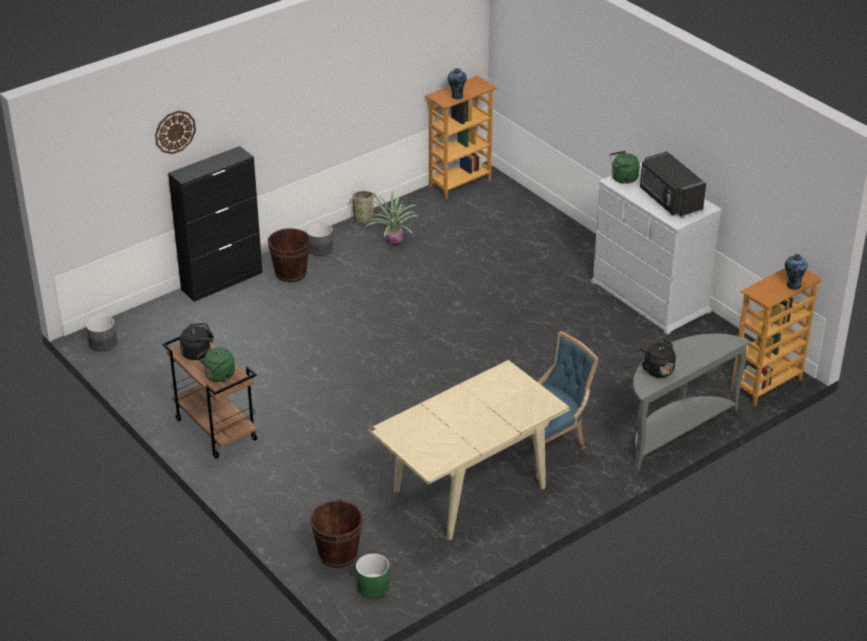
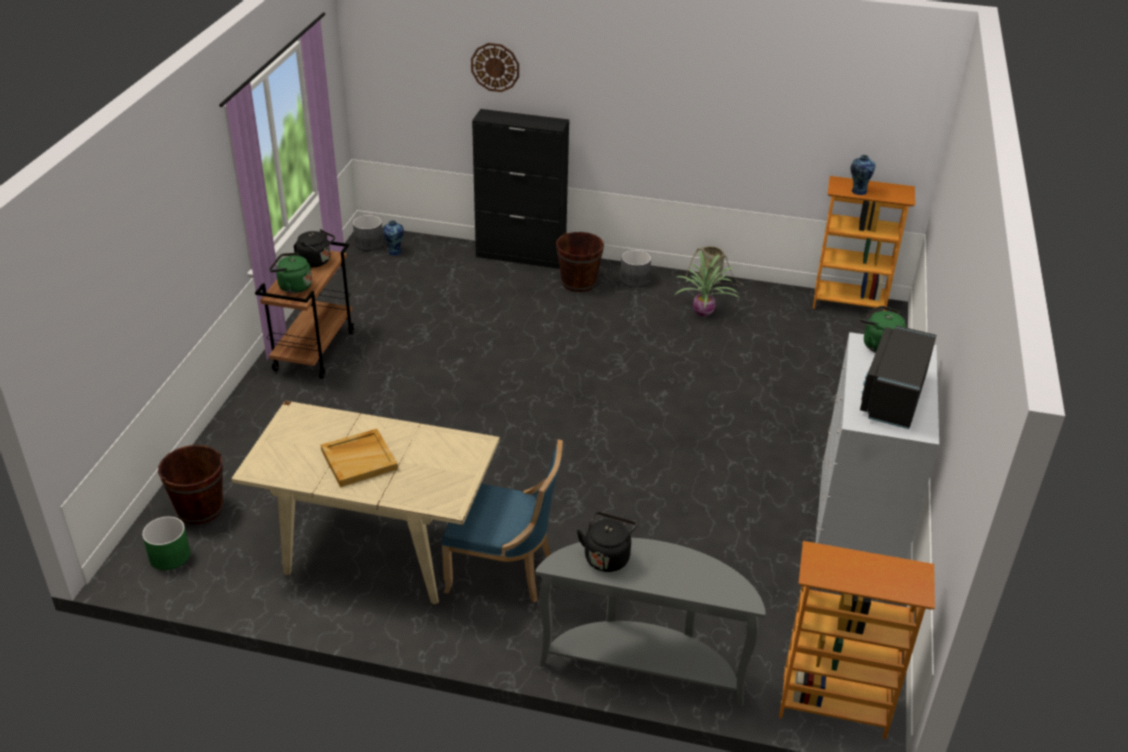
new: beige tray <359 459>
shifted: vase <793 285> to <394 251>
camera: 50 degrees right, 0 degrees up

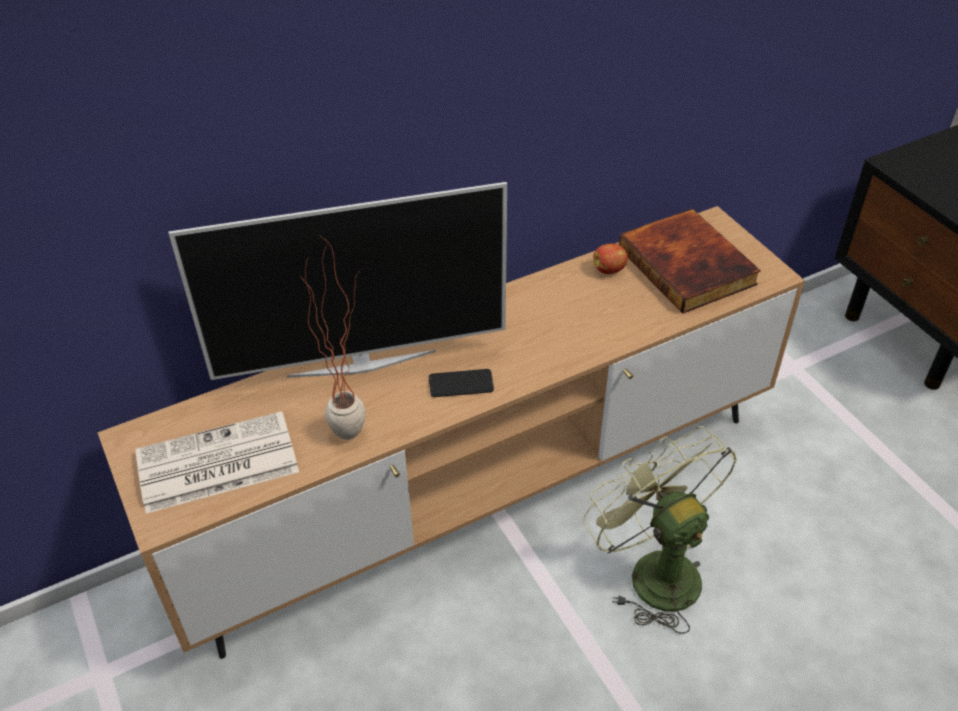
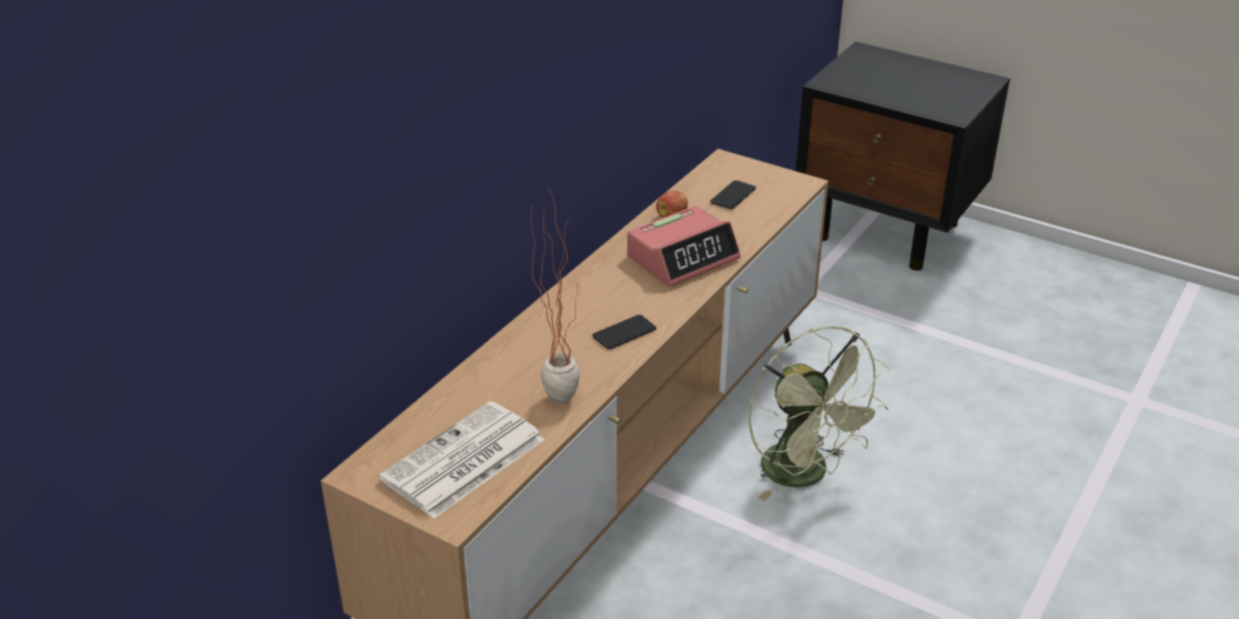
gone: television <361 362>
new: alarm clock <683 257>
swapped: book <689 265> to phone <733 196>
rotated: green fan <653 570> = <805 475> 150 degrees counterclockwise
camera: 30 degrees left, 10 degrees down

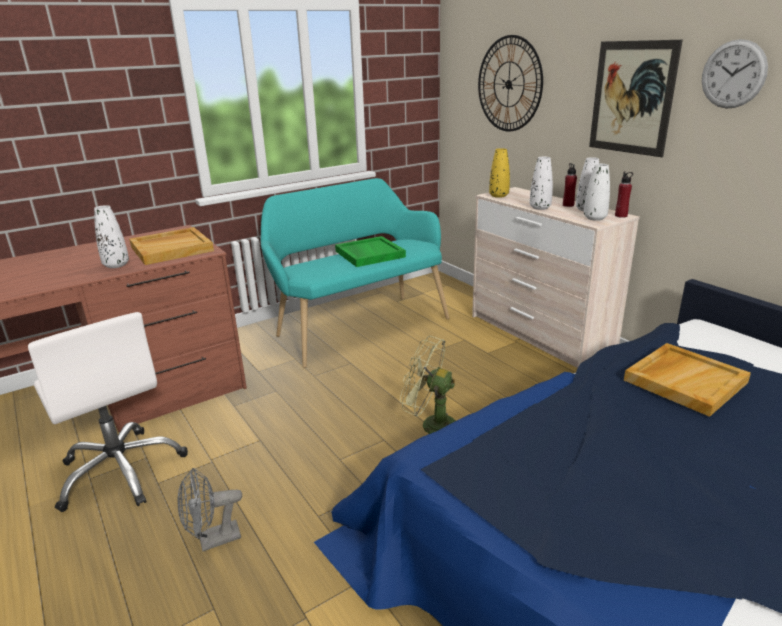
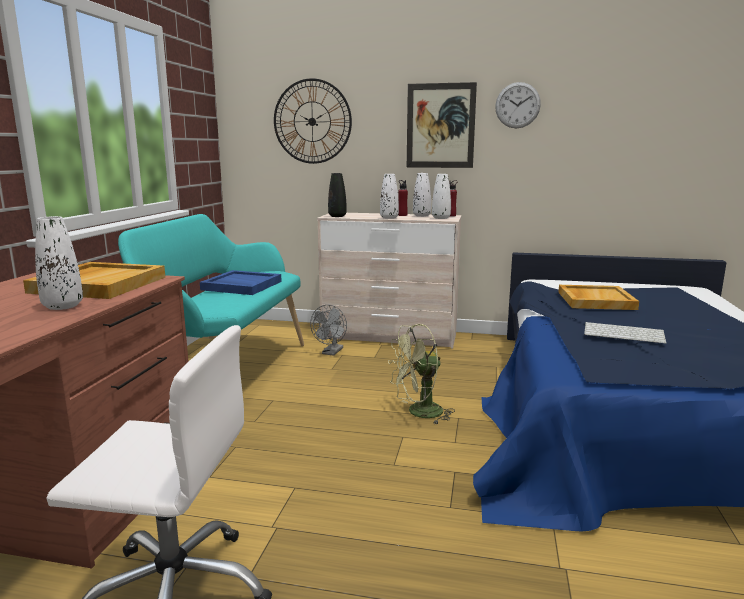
new: keyboard <624 333>
shifted: grey fan <213 540> to <331 352>
repainted: green tray <369 254> to blue tray <241 286>; yellow vase <498 196> to black vase <337 216>
camera: 45 degrees left, 10 degrees down

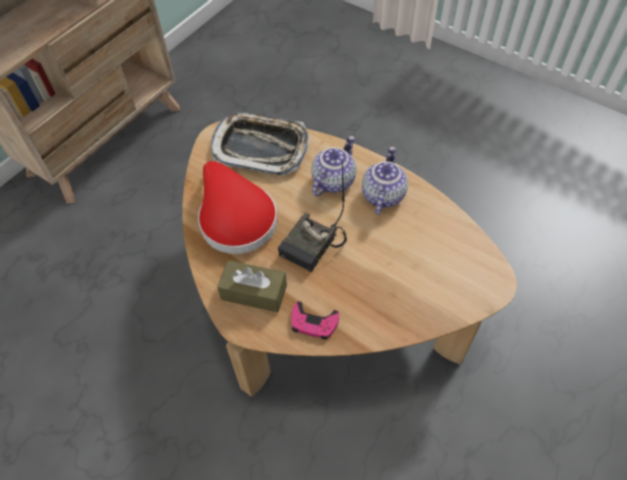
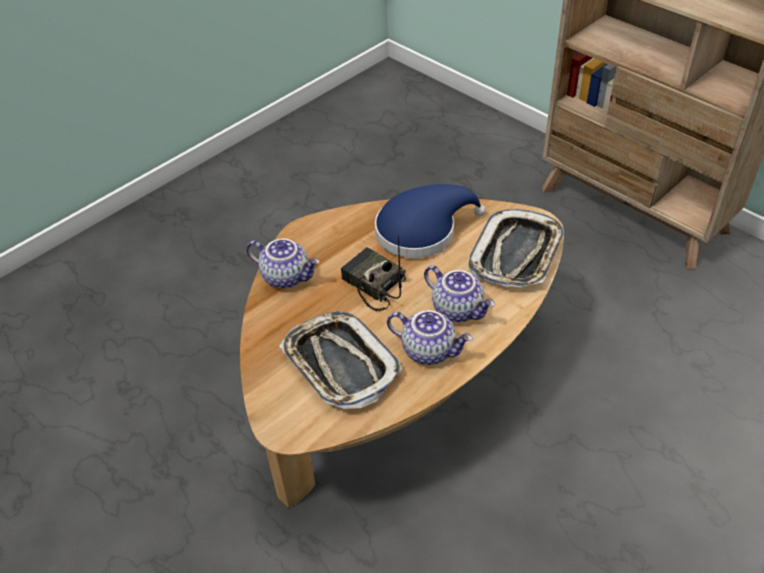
gone: brown tissue box <254 292>
new: tray <340 364>
swapped: pink game controller <313 323> to teapot <287 276>
repainted: red hat <235 218> to blue hat <421 231>
camera: 100 degrees right, 10 degrees down

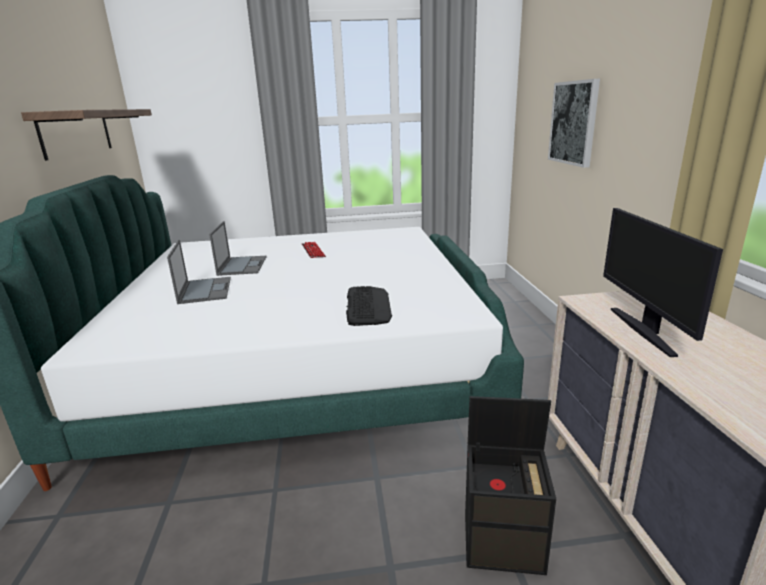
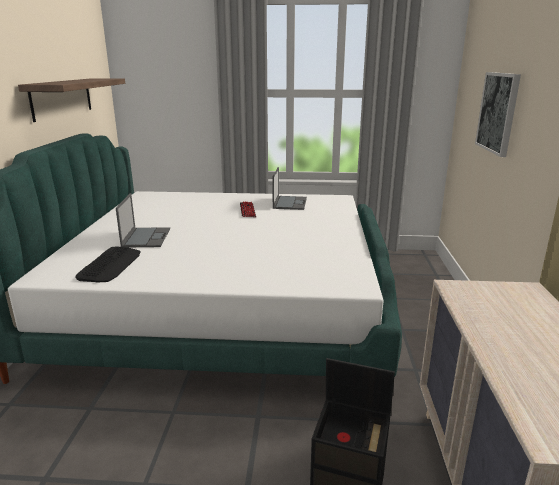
gone: monitor <644 330>
shifted: laptop <242 265> to <290 203>; keyboard <368 306> to <110 265>
camera: 10 degrees right, 0 degrees up

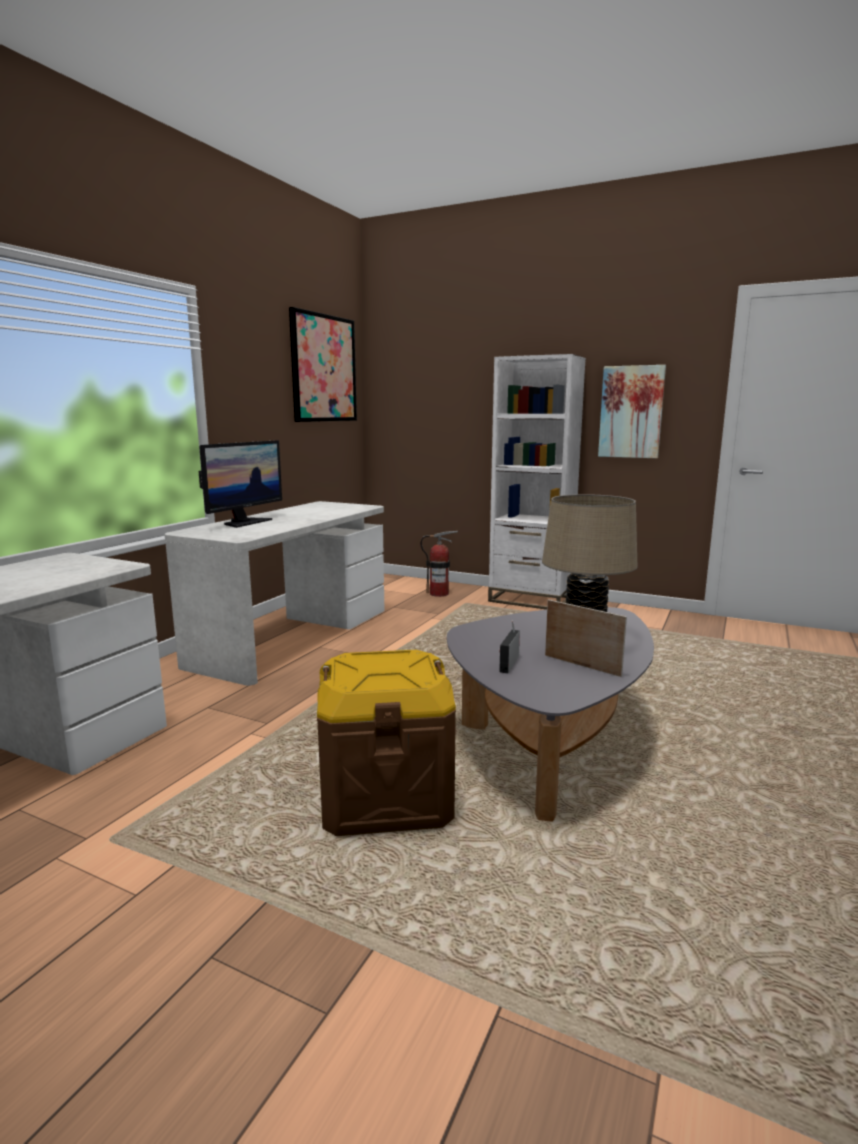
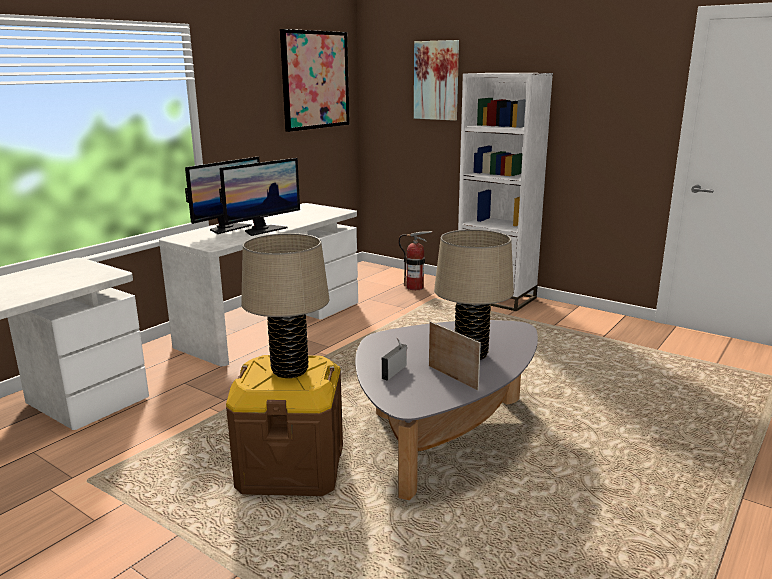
new: monitor <263 230>; beige table lamp <290 371>
shifted: picture <631 412> to <436 80>
camera: 10 degrees right, 5 degrees up

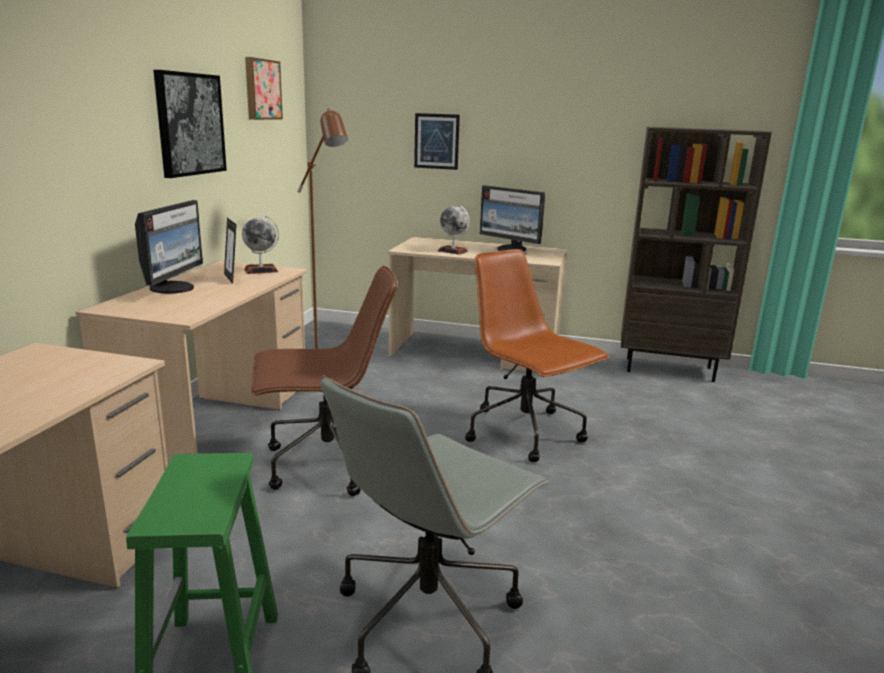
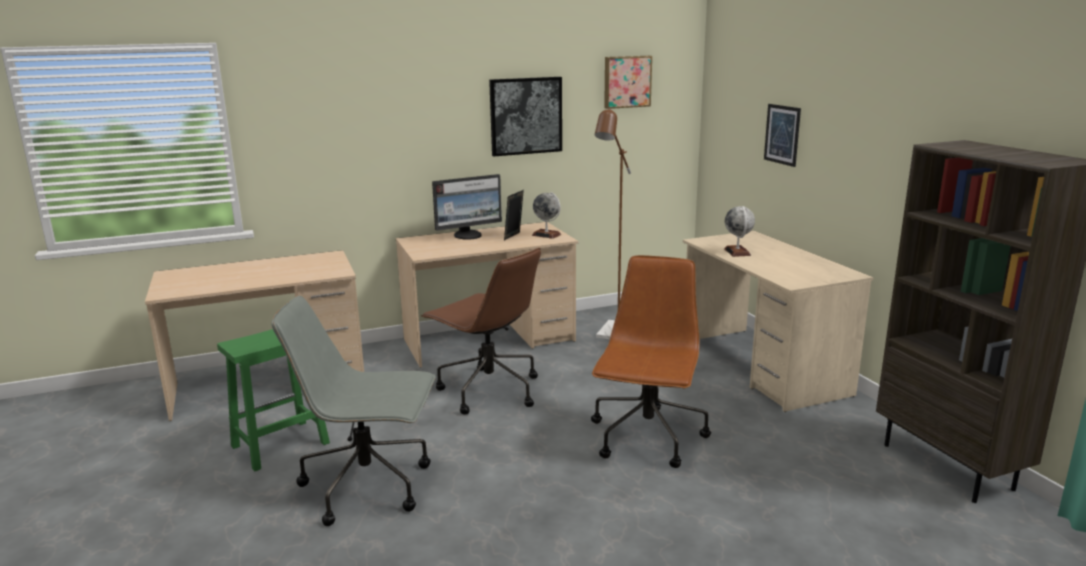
gone: monitor <511 249>
camera: 55 degrees right, 0 degrees up

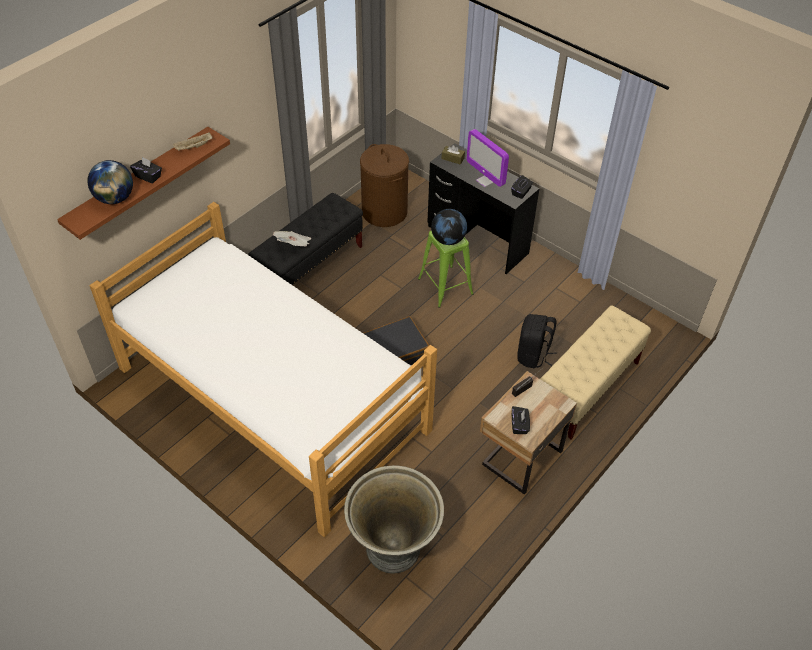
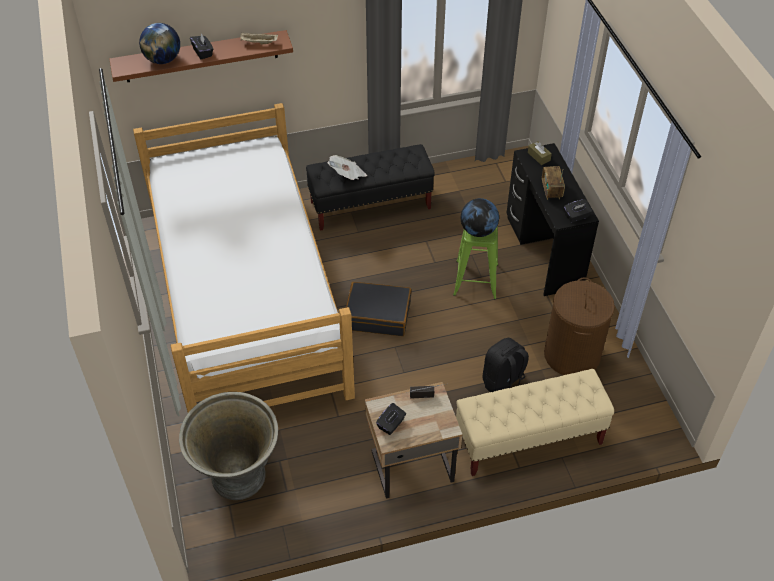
shifted: brown laundry basket <384 212> to <572 355>
swapped: monitor <485 181> to radio <551 190>
camera: 35 degrees right, 0 degrees up

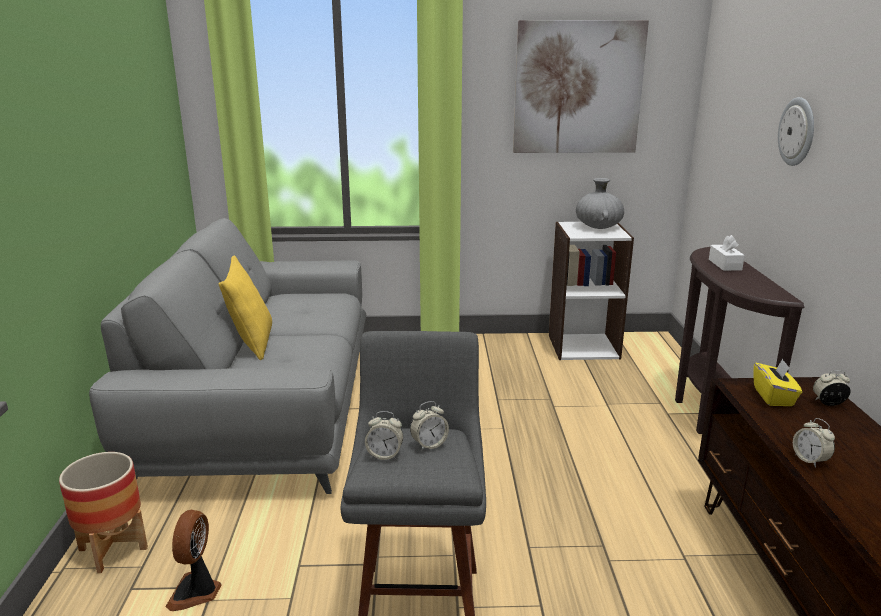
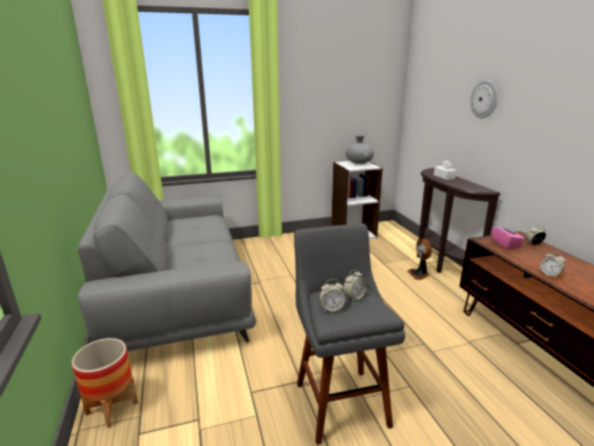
gone: yellow pillow <252 342>; picture <578 88>
shifted: fan <196 592> to <419 274>
repainted: yellow tissue box <773 397> to pink tissue box <505 244>
camera: 15 degrees left, 0 degrees up

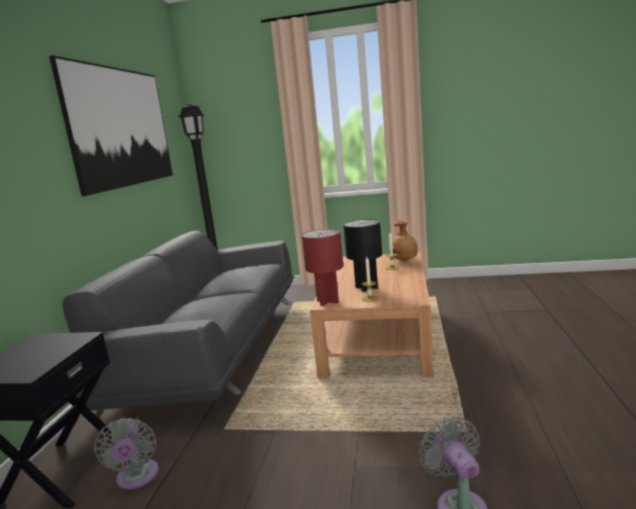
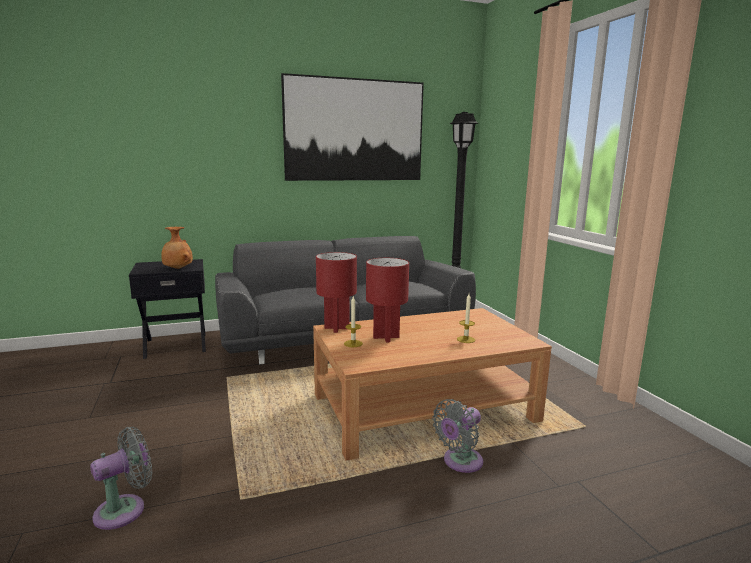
shifted: grey fan <137 478> to <460 462>; brown vase <404 261> to <177 269>
repainted: black table lamp <366 288> to red table lamp <385 337>
camera: 60 degrees right, 0 degrees up

